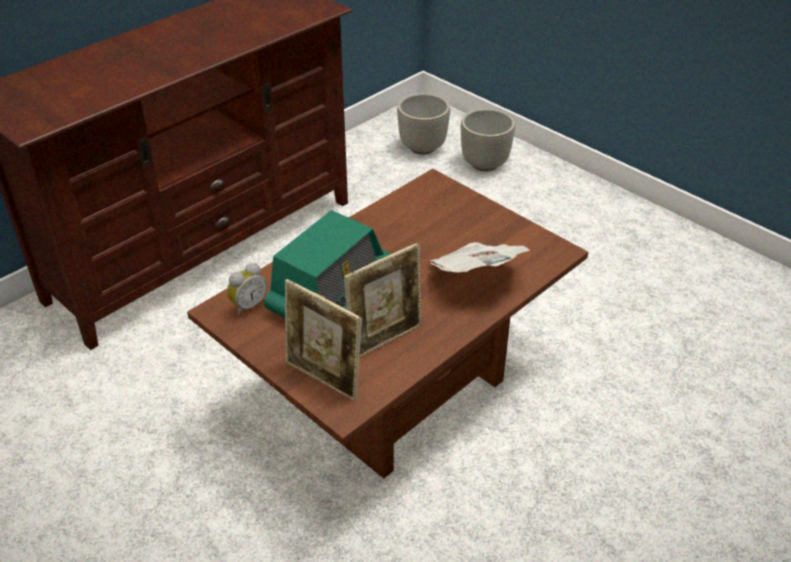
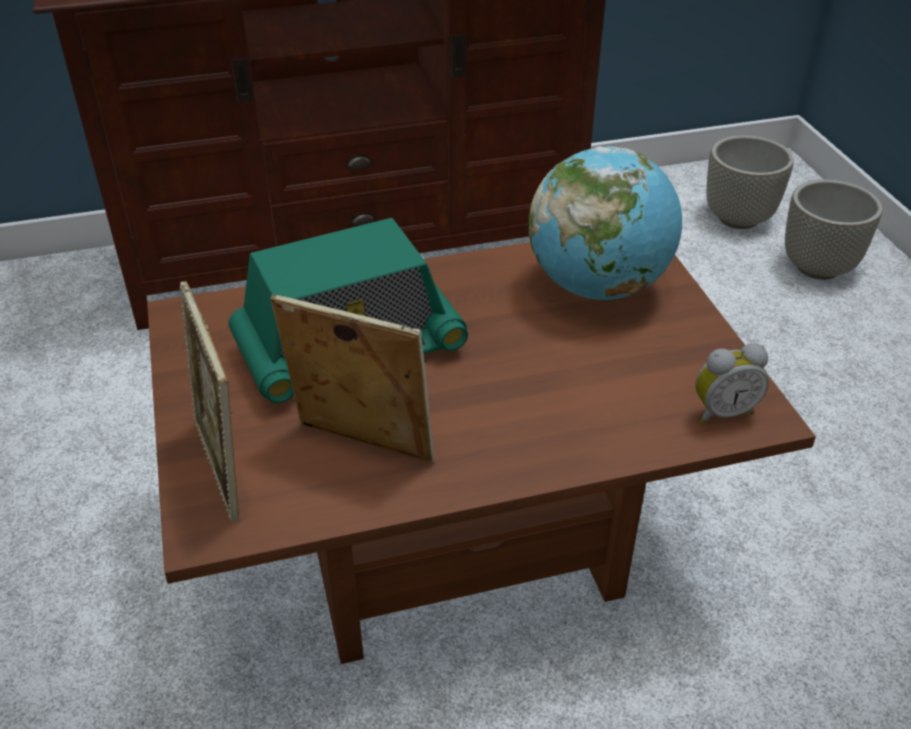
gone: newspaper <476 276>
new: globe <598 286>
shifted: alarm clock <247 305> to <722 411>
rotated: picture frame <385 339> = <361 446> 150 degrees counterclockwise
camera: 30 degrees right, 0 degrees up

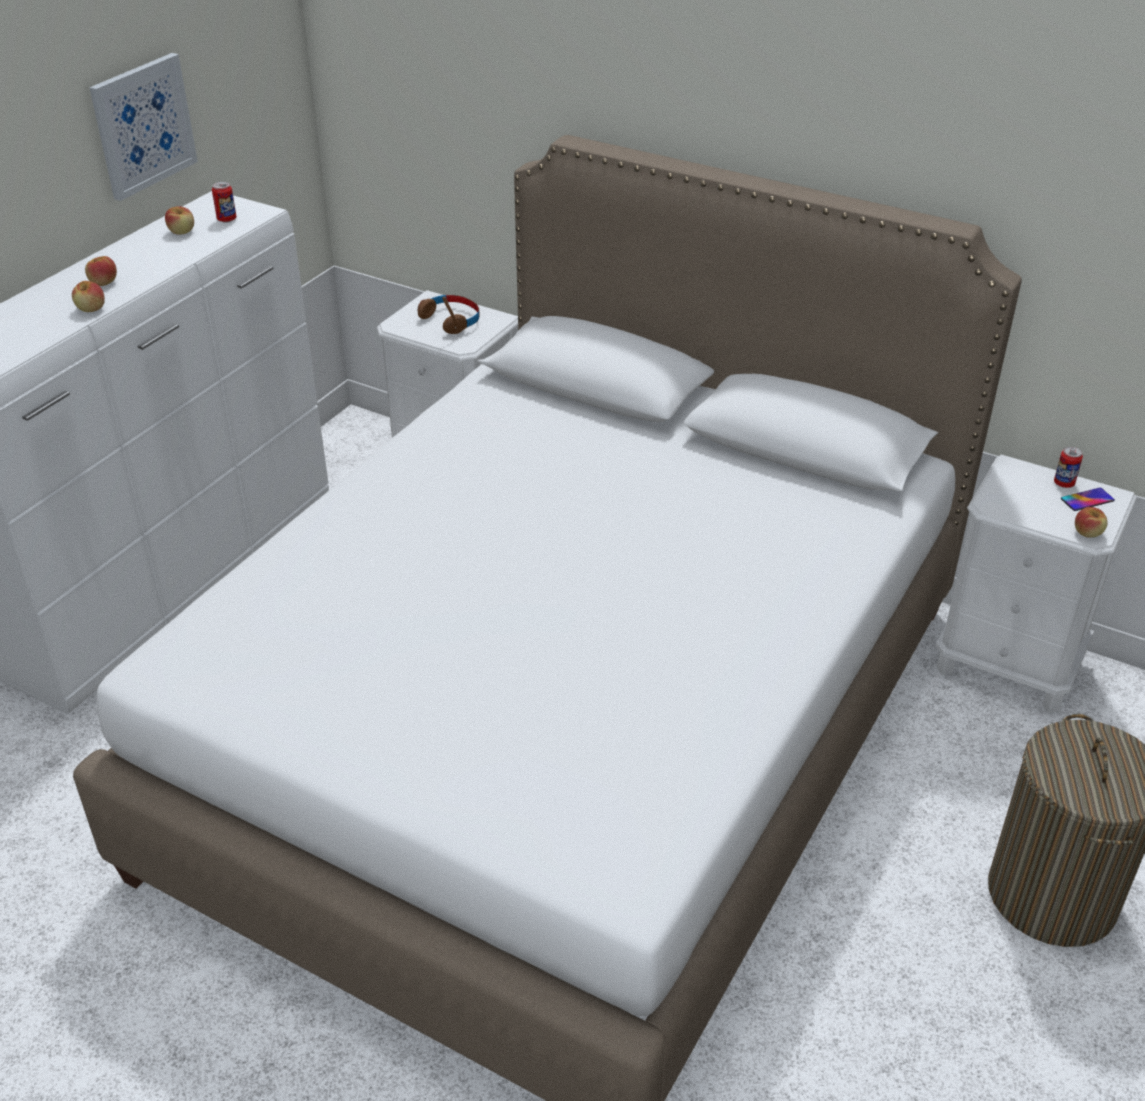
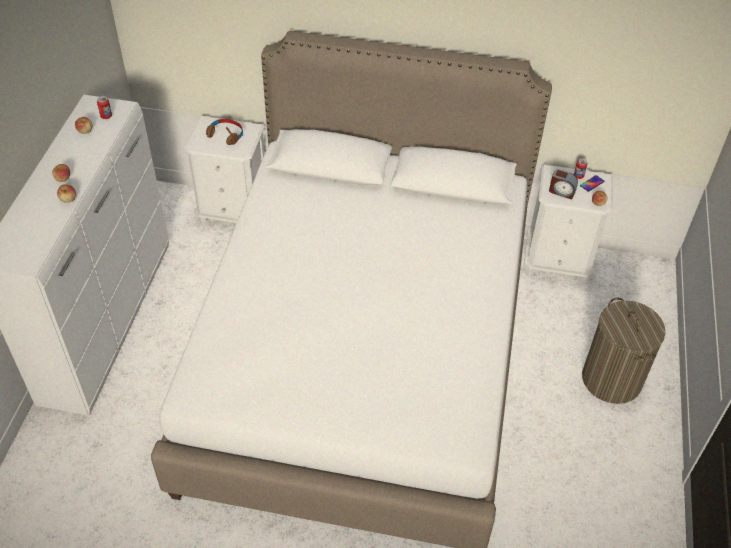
gone: picture <143 125>
new: alarm clock <561 191>
camera: 20 degrees left, 10 degrees up

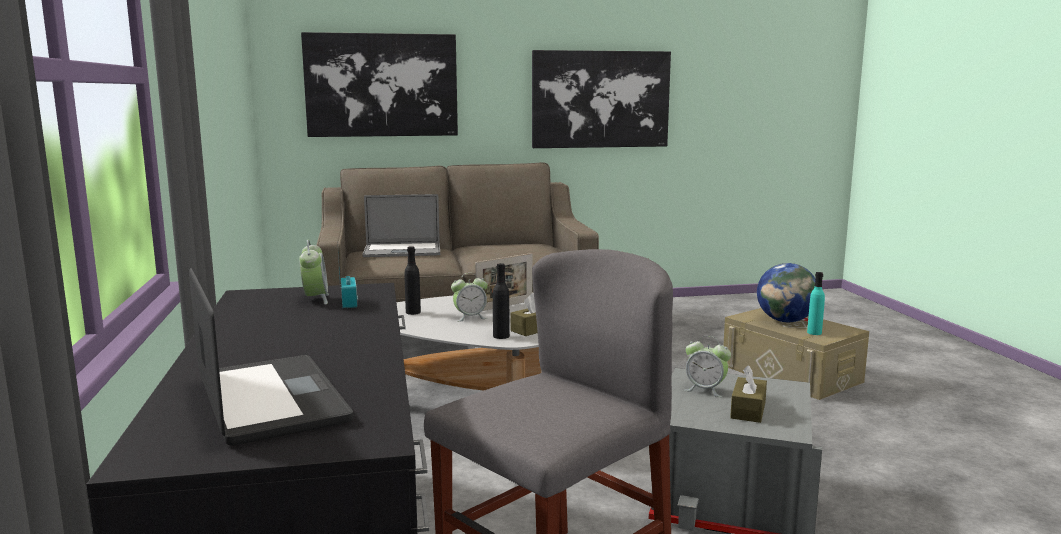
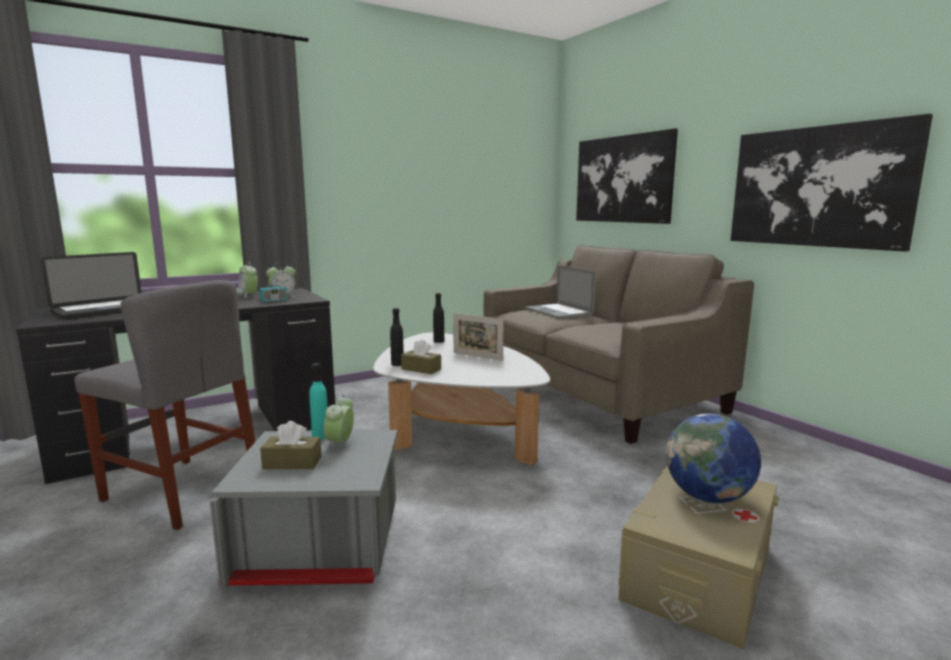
shifted: alarm clock <470 317> to <249 295>; turquoise bottle <814 333> to <320 436>
camera: 70 degrees right, 0 degrees up

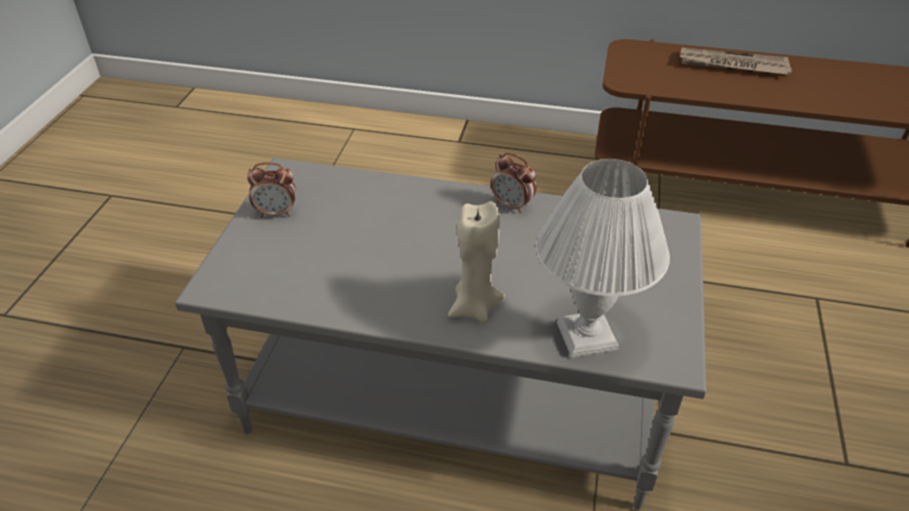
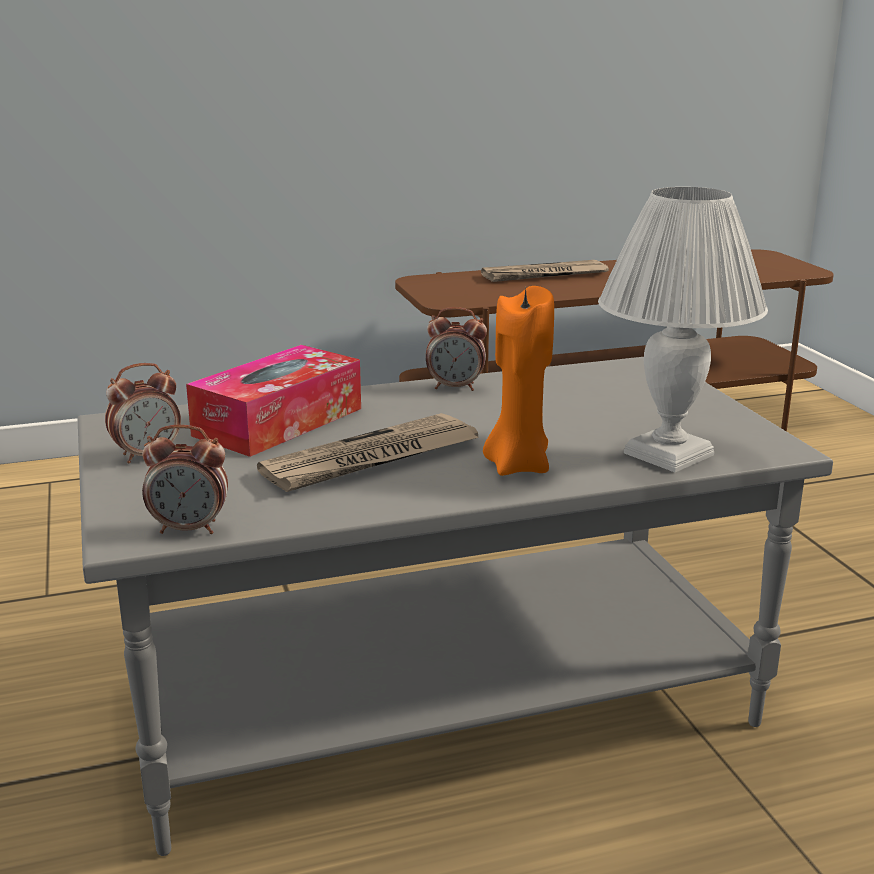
new: alarm clock <190 529>; tissue box <278 422>; newspaper <371 459>
repainted: beige candle <474 308> to orange candle <518 466>
camera: 30 degrees left, 20 degrees down

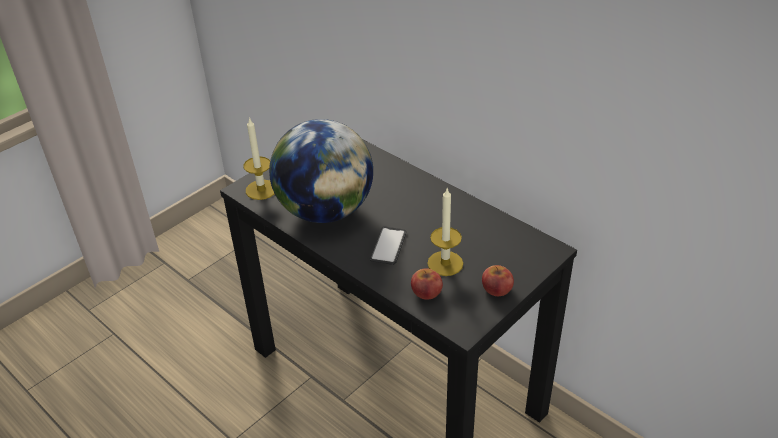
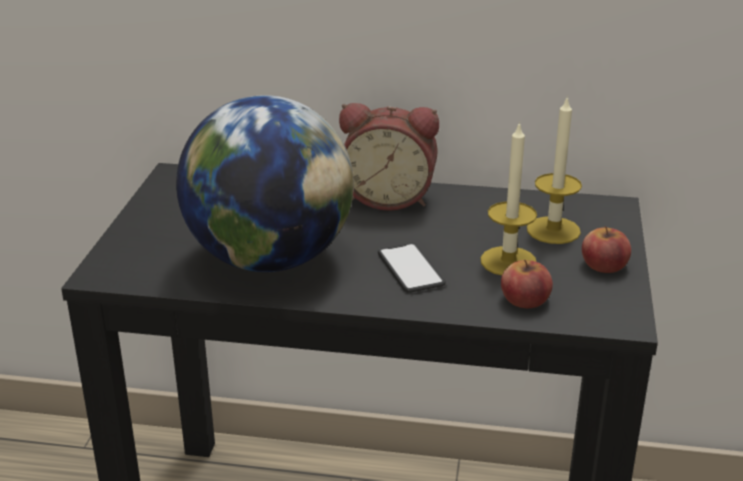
new: alarm clock <389 198>
shifted: candle <261 189> to <553 230>
camera: 35 degrees left, 10 degrees down

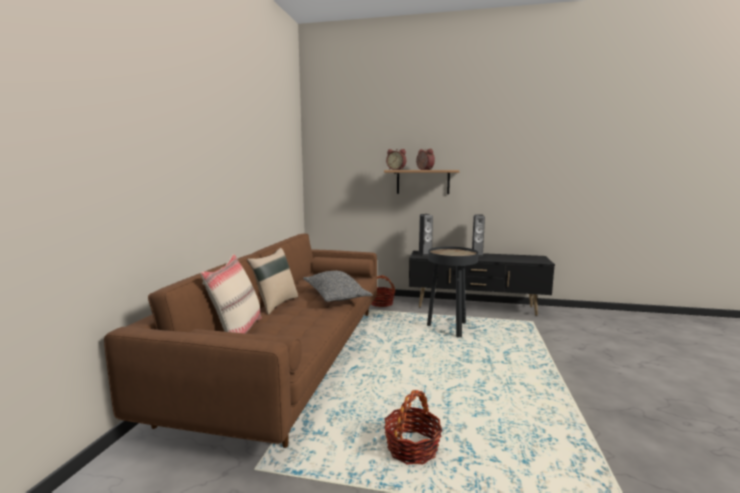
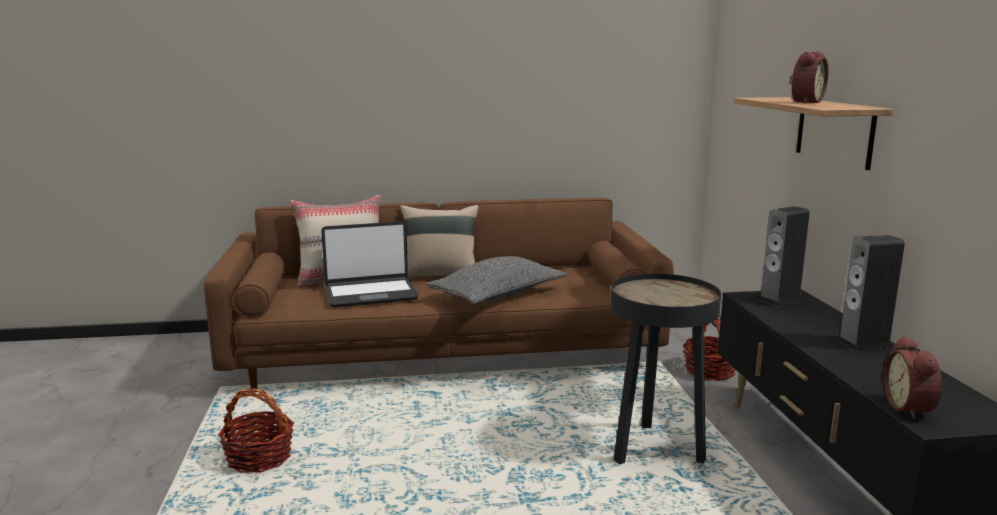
new: laptop <370 294>
shifted: alarm clock <396 169> to <911 408>
camera: 70 degrees right, 5 degrees up

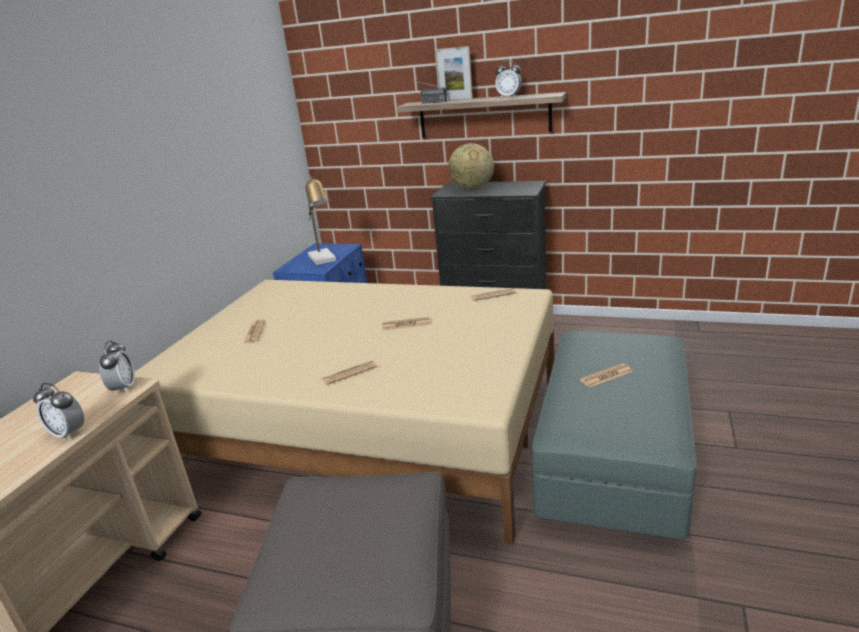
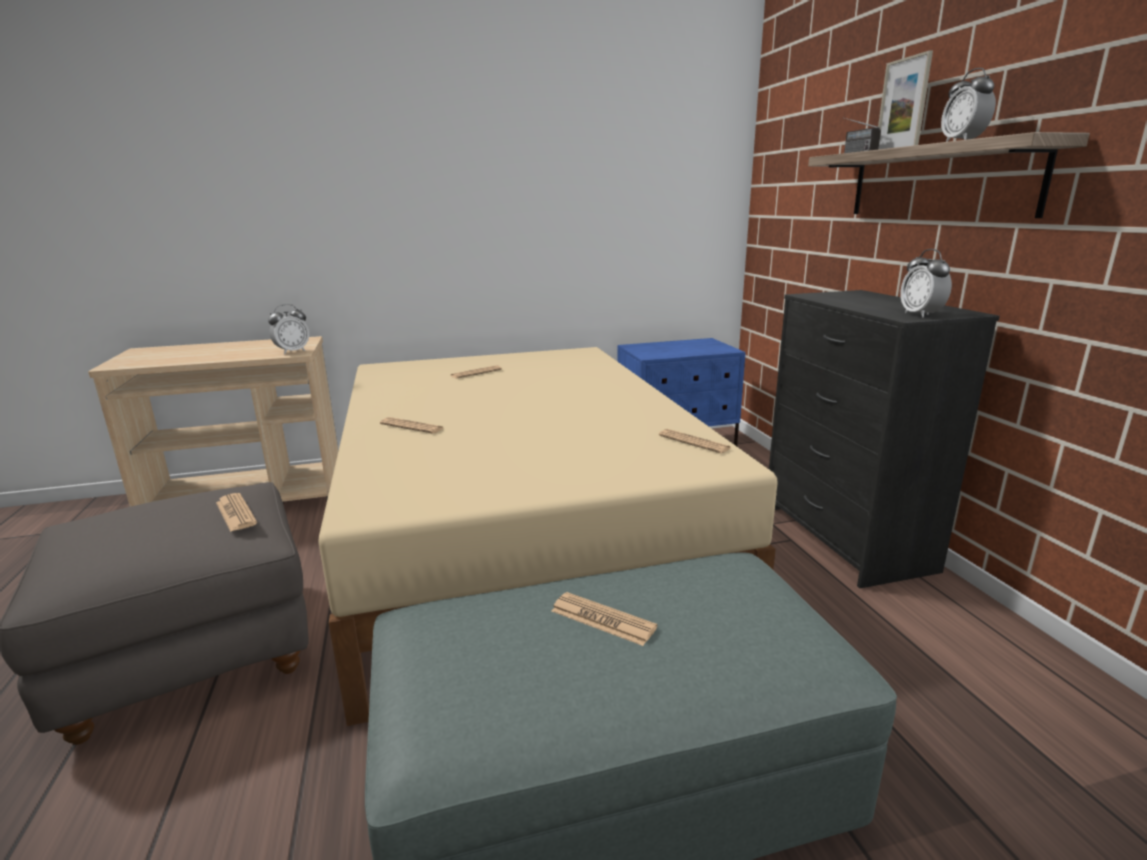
gone: table lamp <324 259>; globe <472 189>
shifted: alarm clock <68 433> to <920 315>; newspaper <406 324> to <236 513>
camera: 55 degrees right, 5 degrees down

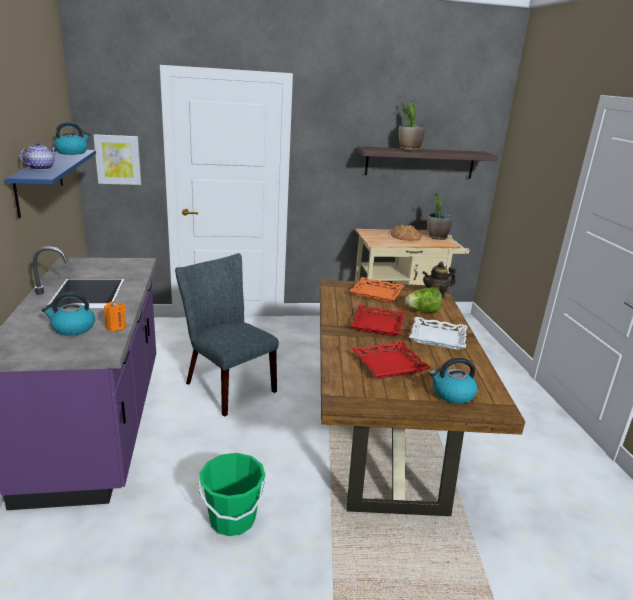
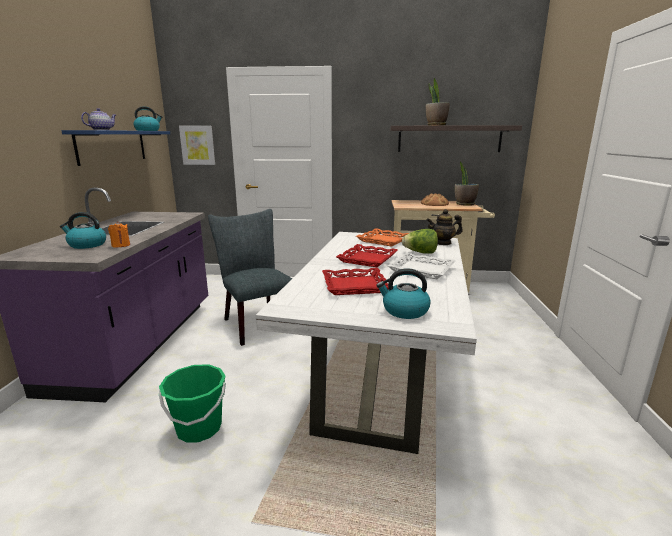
repainted: brown dining table <385 438> to white dining table <379 375>
camera: 15 degrees right, 5 degrees down

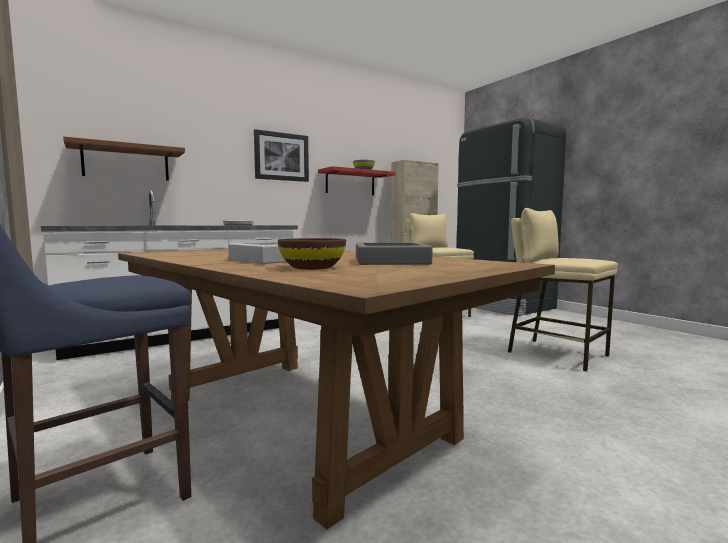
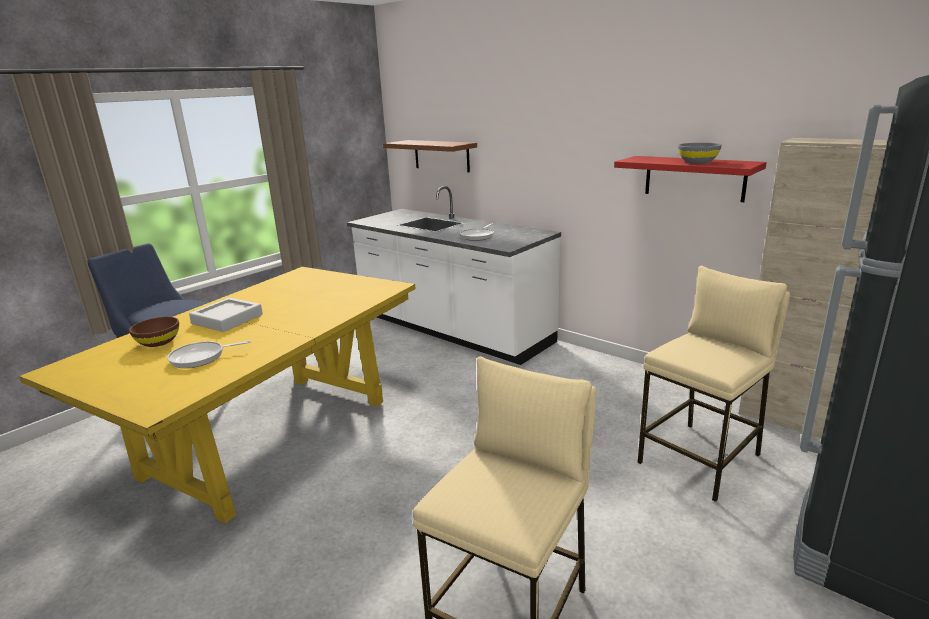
gone: picture <281 156>
swapped: grey tray <391 261> to frying pan <201 357>
repainted: brown dining table <301 417> to yellow dining table <271 436>
camera: 75 degrees right, 15 degrees up

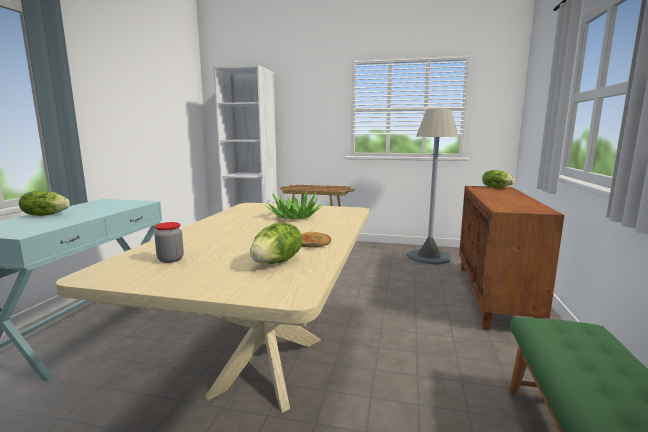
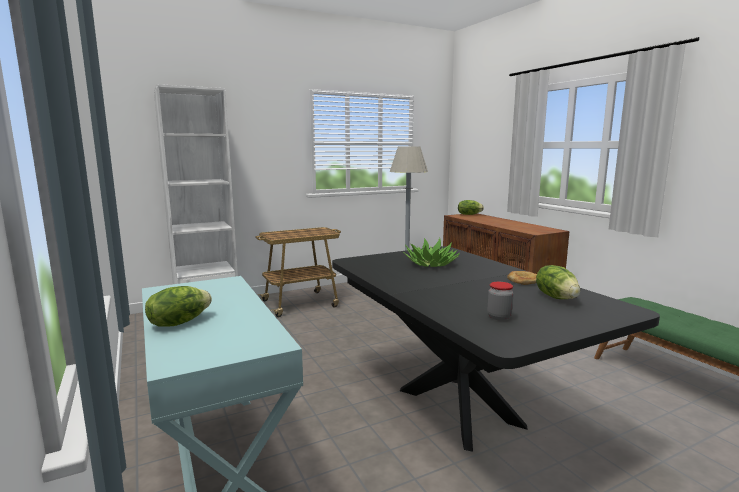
repainted: beige dining table <268 364> to black dining table <459 407>
camera: 40 degrees left, 0 degrees up

